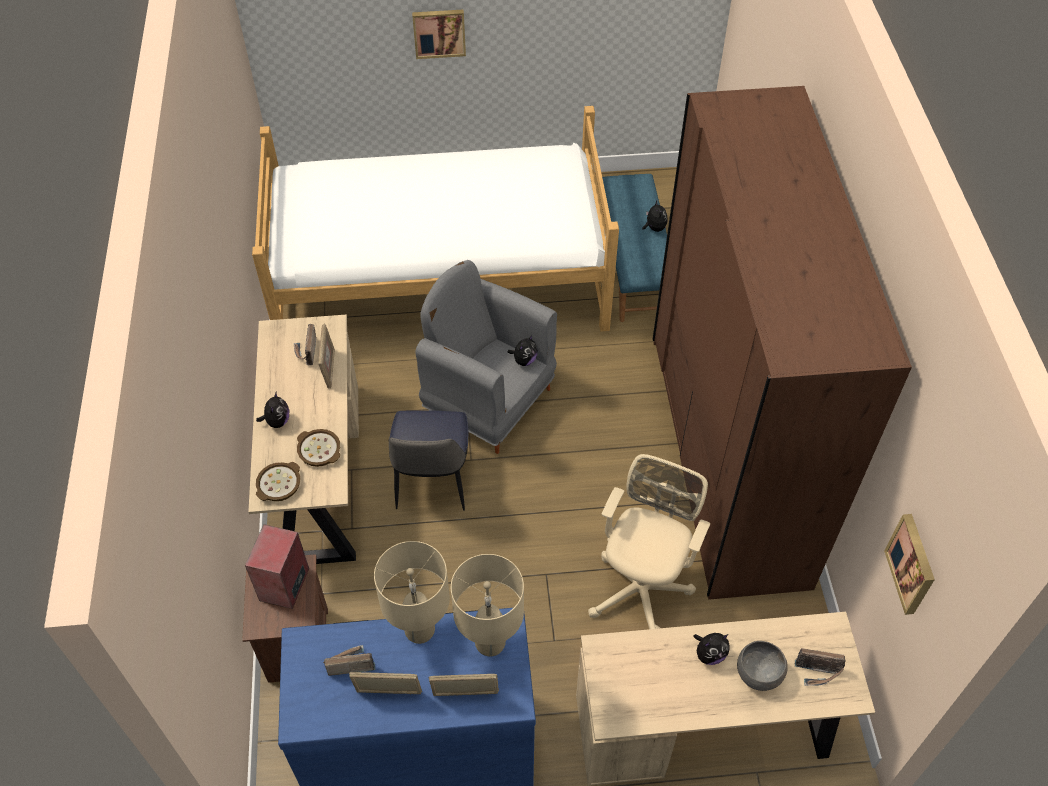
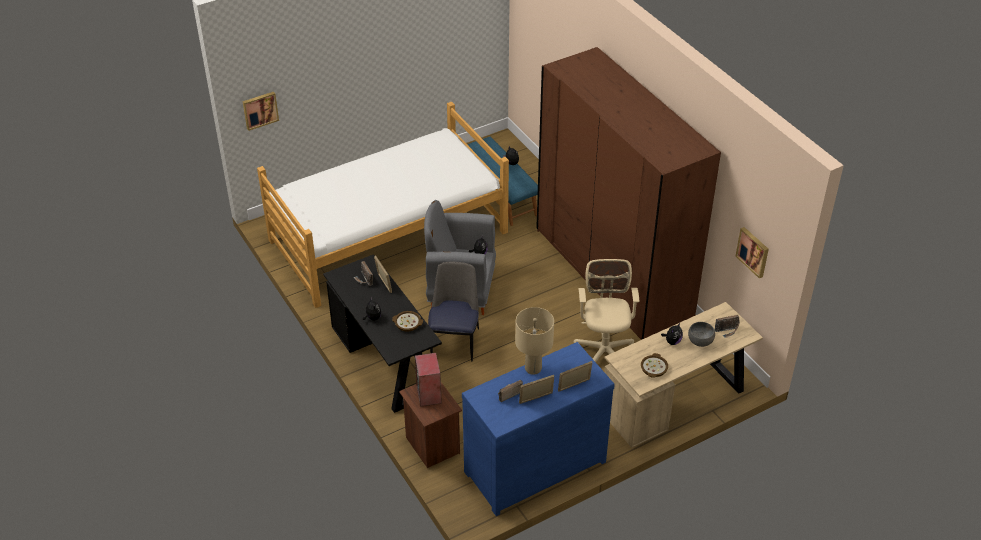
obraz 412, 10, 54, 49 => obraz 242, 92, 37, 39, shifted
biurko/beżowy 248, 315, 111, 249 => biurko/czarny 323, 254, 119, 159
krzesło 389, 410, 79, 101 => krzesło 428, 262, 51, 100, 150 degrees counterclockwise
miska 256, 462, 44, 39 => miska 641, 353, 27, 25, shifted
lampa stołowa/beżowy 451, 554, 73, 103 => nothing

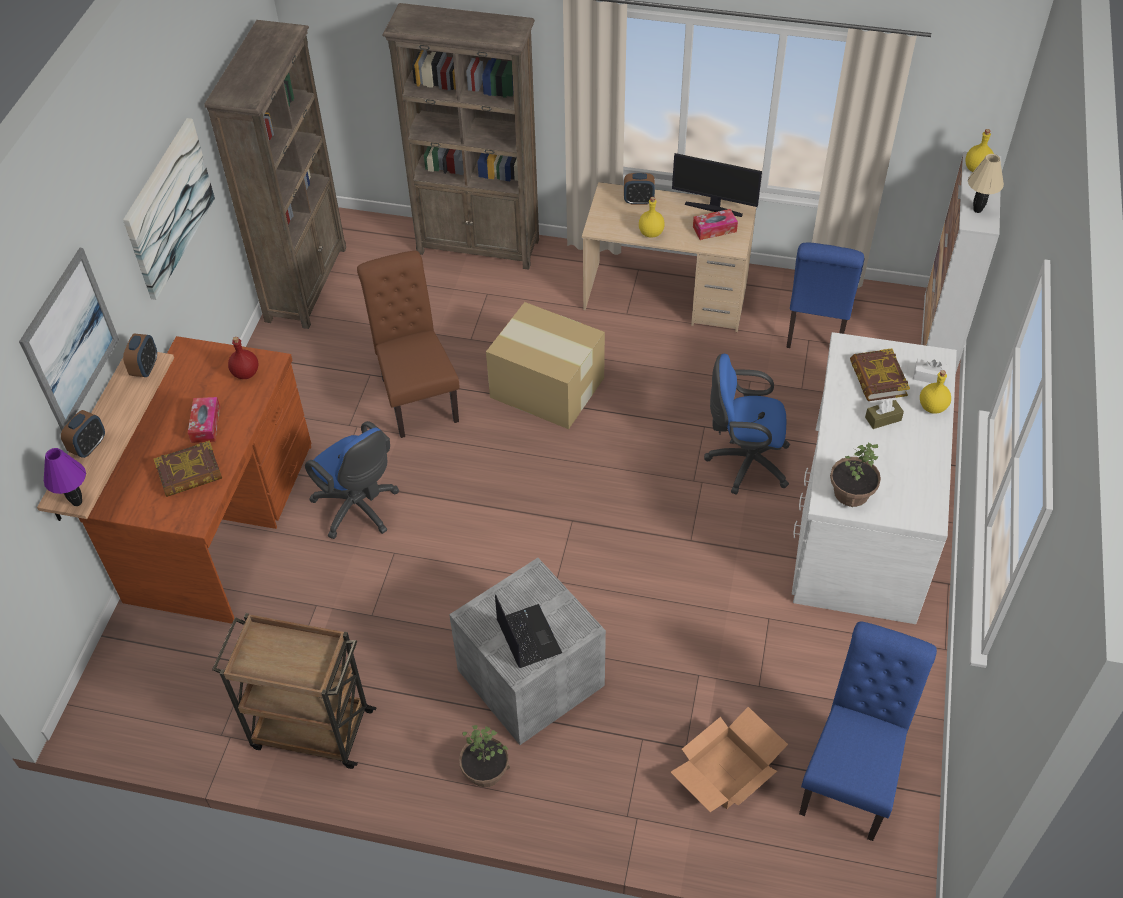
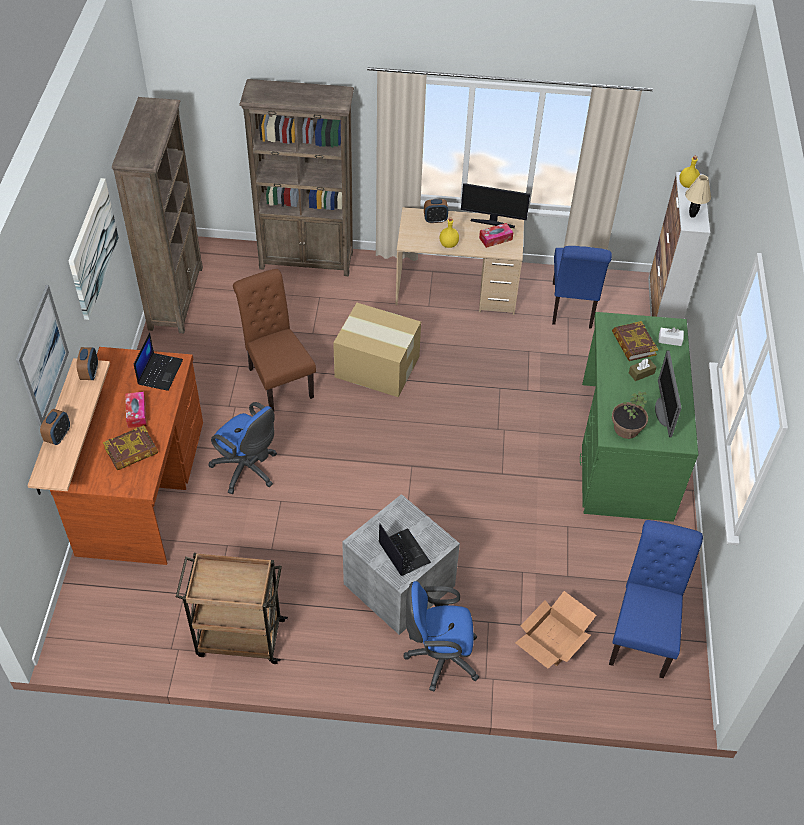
biurko/biały 792, 332, 165, 292 => biurko/zielony 580, 312, 118, 210
butelka/czerwony 228, 337, 30, 42 => laptop 134, 333, 49, 58
krzesło biurowe/niebieski 704, 354, 86, 141 => krzesło biurowe/niebieski 404, 581, 75, 110, shifted
butelka/żółty 920, 370, 31, 44 => nothing
lampa stołowa/fioletowy 44, 448, 42, 58 => nothing
roślina doniczkowa 459, 725, 51, 62 => nothing
nothing => monitor 655, 351, 27, 86

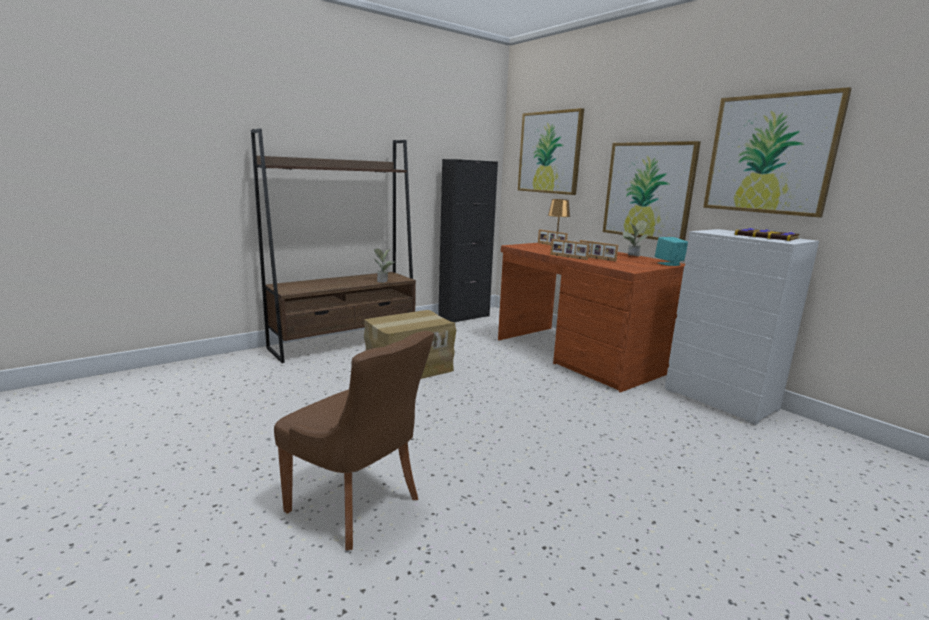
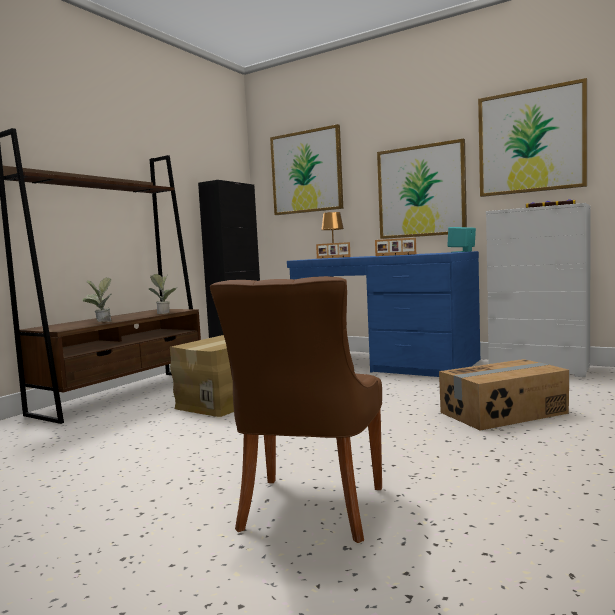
roślina doniczkowa 623, 220, 25, 36 => roślina doniczkowa 82, 278, 30, 44, shifted
ramka na zdjęcie 550, 239, 40, 21 => nothing
biurko/brązowy 498, 243, 187, 149 => biurko/niebieski 287, 251, 193, 126
krzesło/brązowy 274, 331, 160, 219 => krzesło/brązowy 210, 276, 172, 267, 90 degrees clockwise
nothing => karton 439, 359, 130, 72

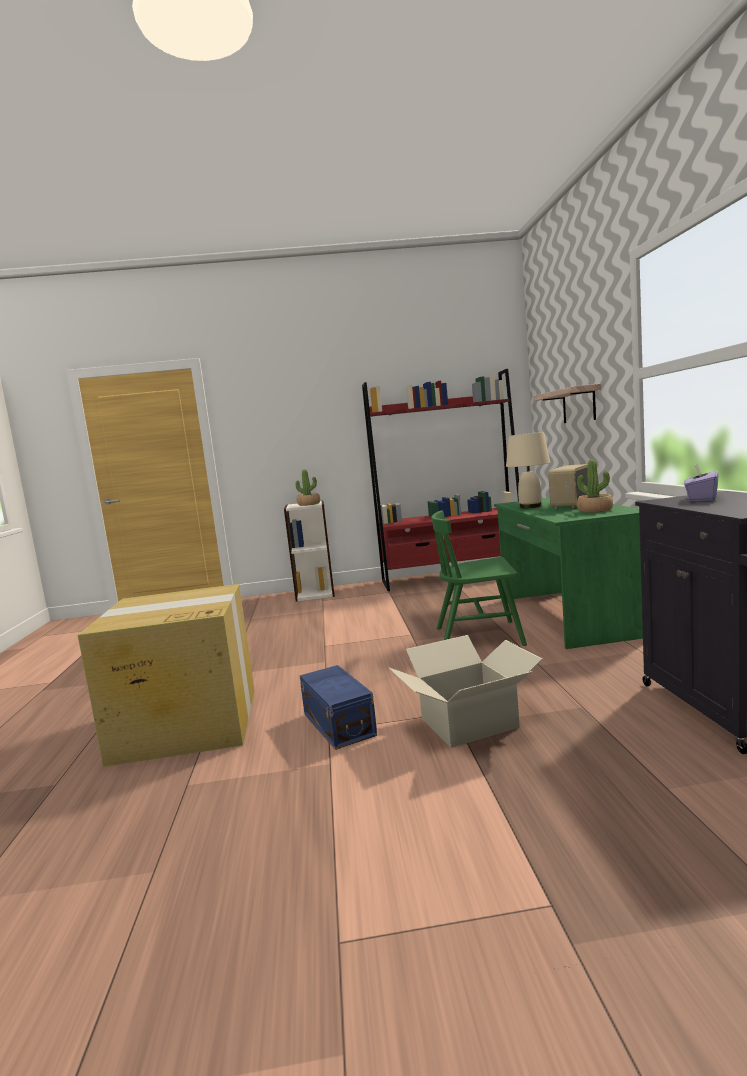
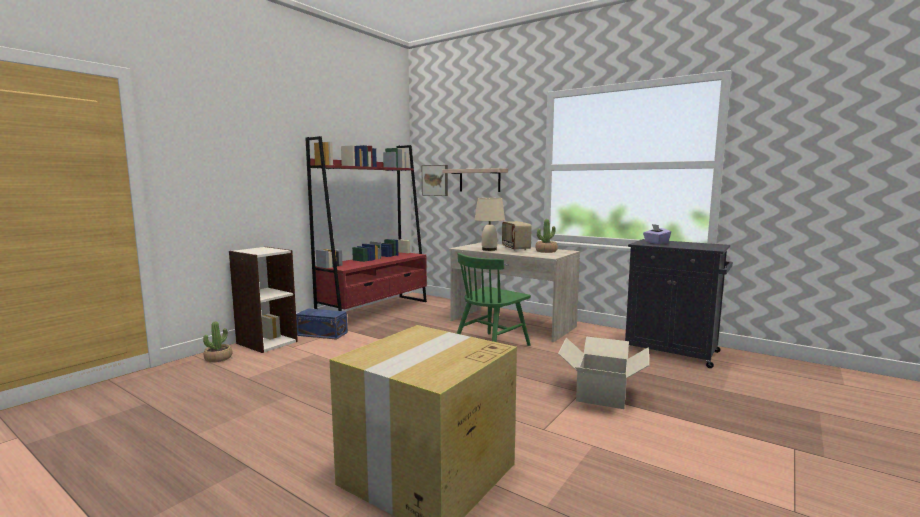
roślina doniczkowa 296, 469, 24, 37 => roślina doniczkowa 203, 321, 29, 41, shifted
biurko/zielony 494, 498, 149, 151 => biurko/beżowy 449, 243, 131, 99
pojemnik do przechowywania/niebieski 300, 665, 77, 85 => pojemnik do przechowywania/niebieski 296, 308, 52, 32, shifted
nothing => obraz 422, 165, 26, 31

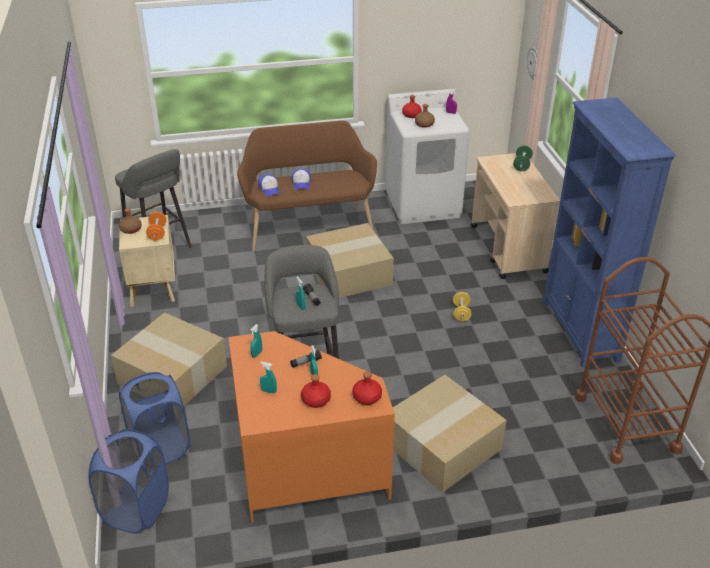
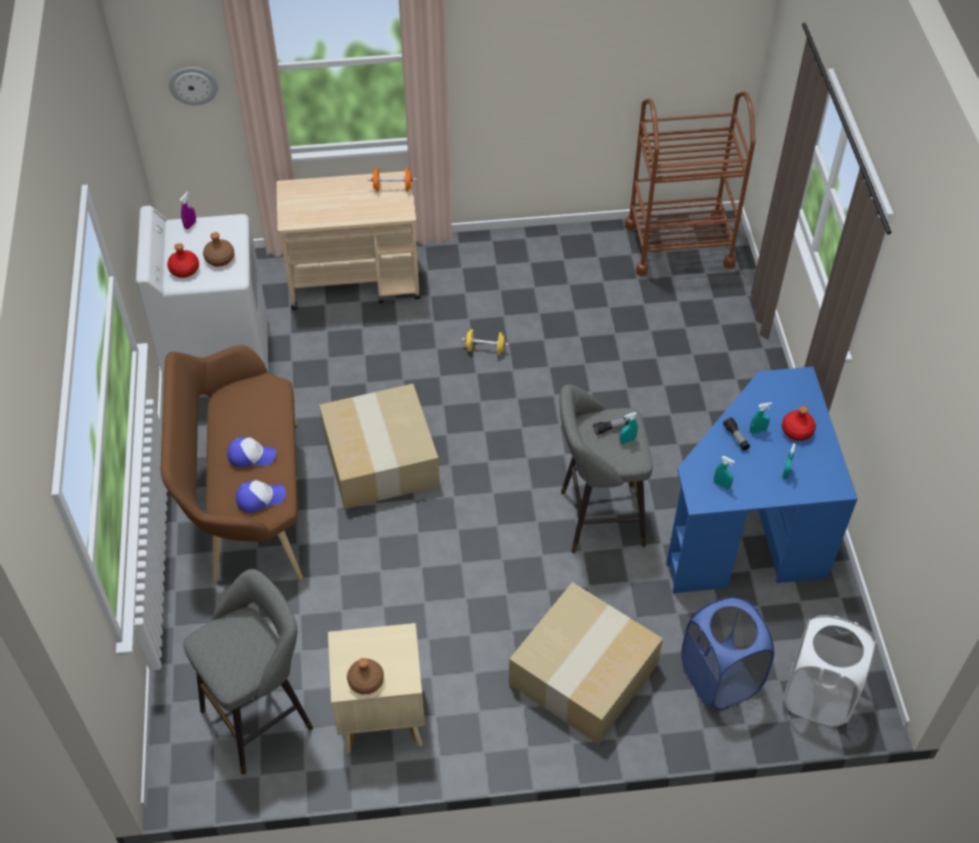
regał/niebieski 543, 97, 132, 271 => nothing
hantel/zielony 513, 146, 20, 25 => nothing
hantel/pomarańczowy 146, 212, 21, 29 => hantel/pomarańczowy 368, 168, 49, 23, shifted
biurko/pomarańczowy 228, 331, 167, 191 => biurko/niebieski 666, 367, 191, 226
butelka/czerwony 352, 372, 30, 33 => nothing
karton 393, 375, 114, 118 => nothing
kosz na pranie/niebieski 88, 429, 81, 105 => kosz na pranie/biały 782, 615, 94, 112

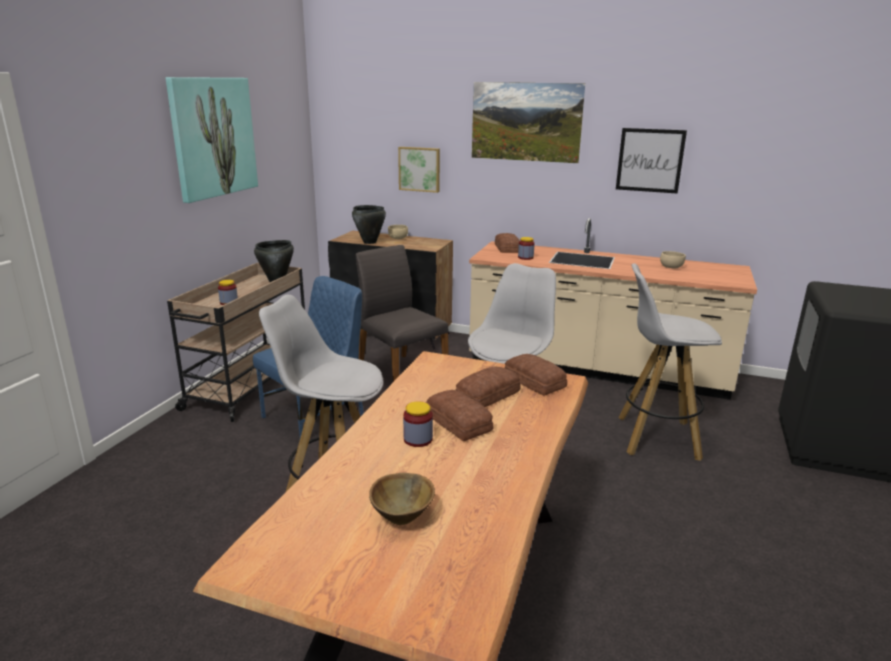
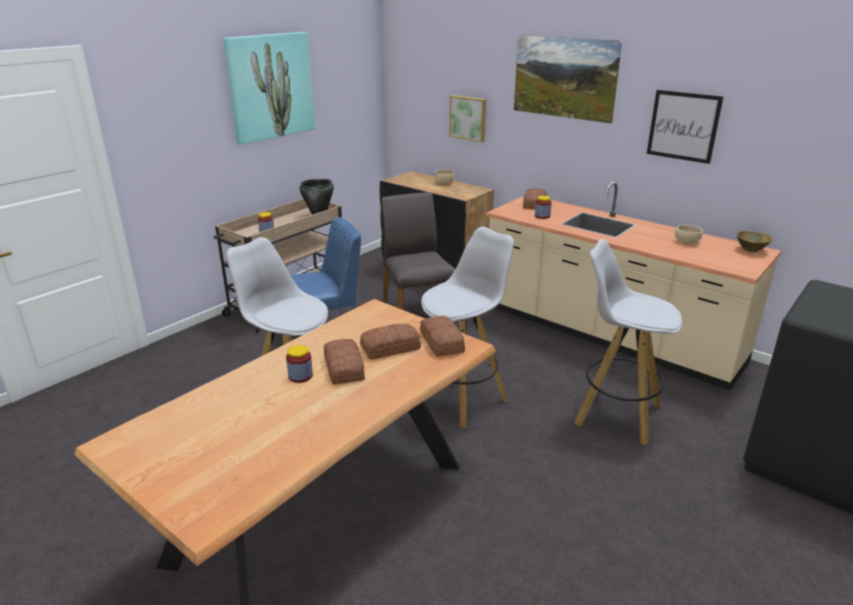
garnek/czarny 352, 205, 34, 39 => nothing
miska/brązowy 369, 473, 66, 52 => miska/brązowy 737, 231, 35, 22, shifted

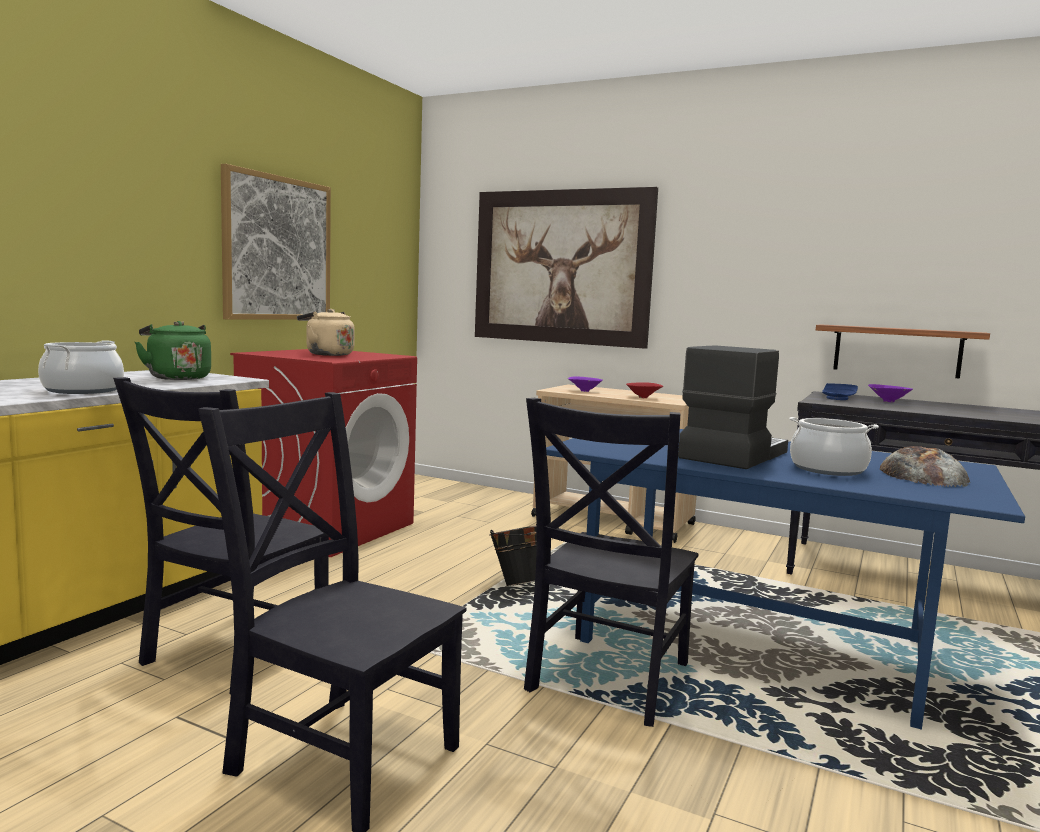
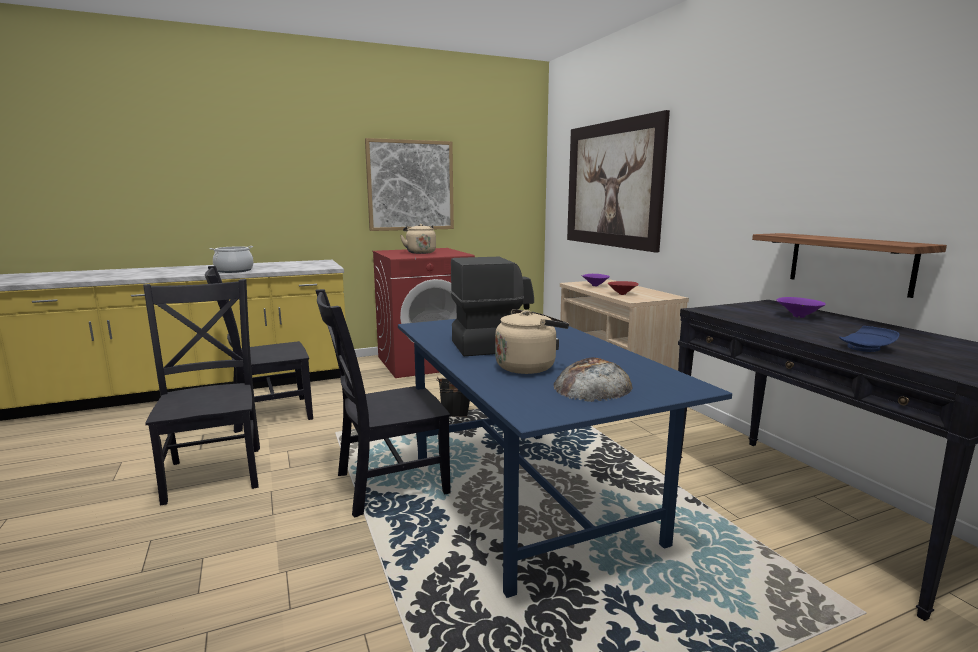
czajnik/zielony 135, 321, 76, 59 => nothing
talerz/niebieski 822, 383, 36, 17 => talerz/niebieski 839, 326, 61, 26, shifted
garnek 789, 417, 90, 59 => czajnik/beżowy 495, 309, 74, 65

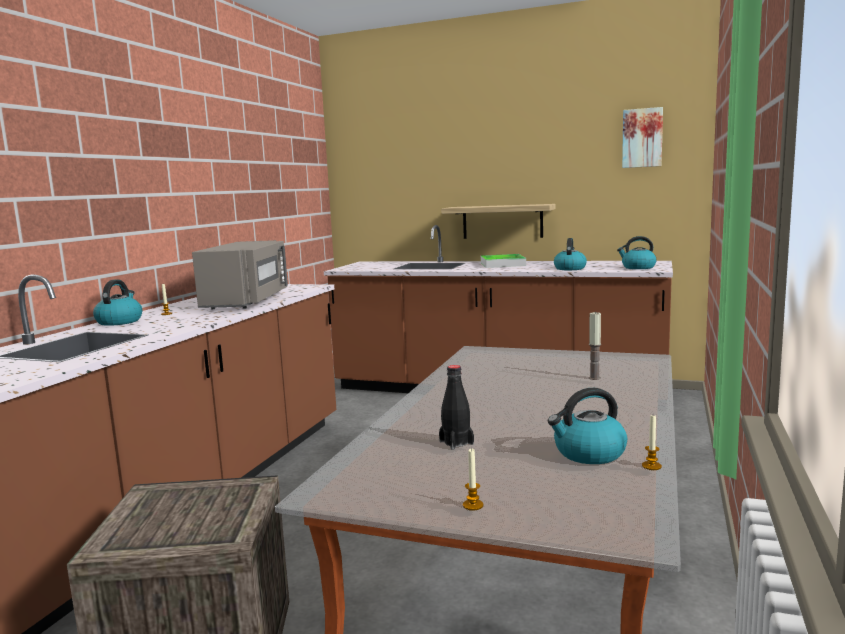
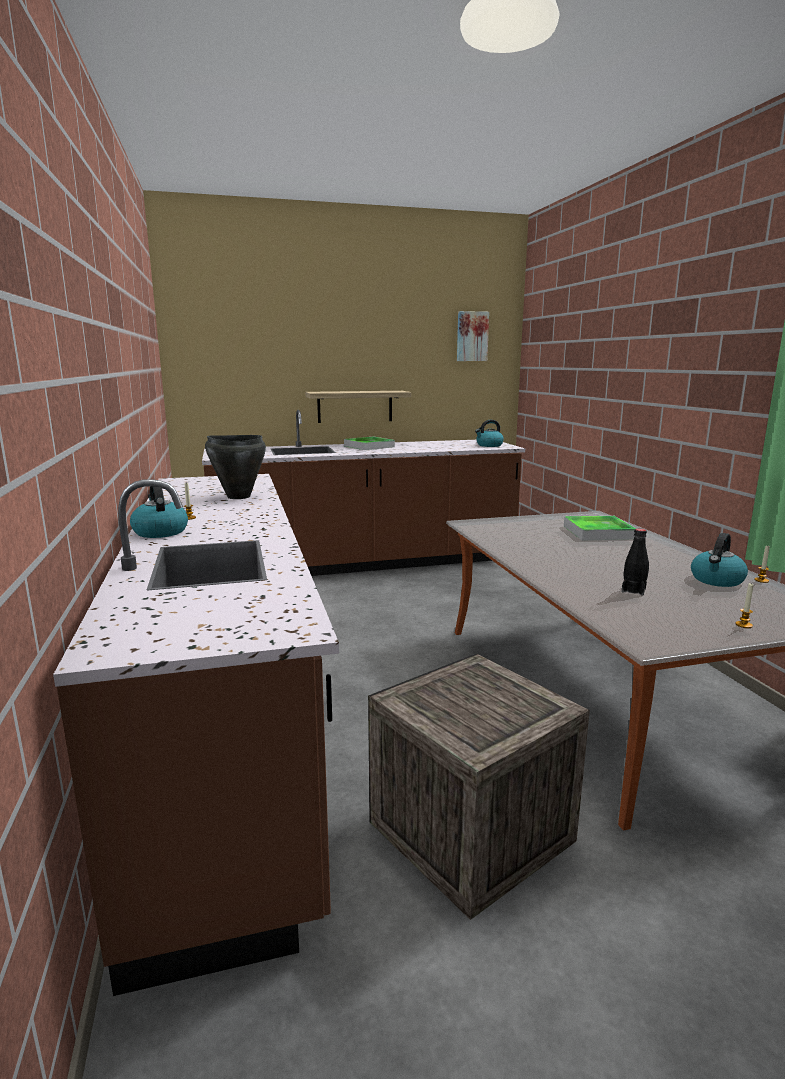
czajnik 554, 238, 33, 32 => nothing
mikrofalówka/szary 192, 240, 96, 69 => garnek/czarny 205, 435, 61, 64
świeca 589, 311, 12, 69 => taca 564, 516, 72, 24

